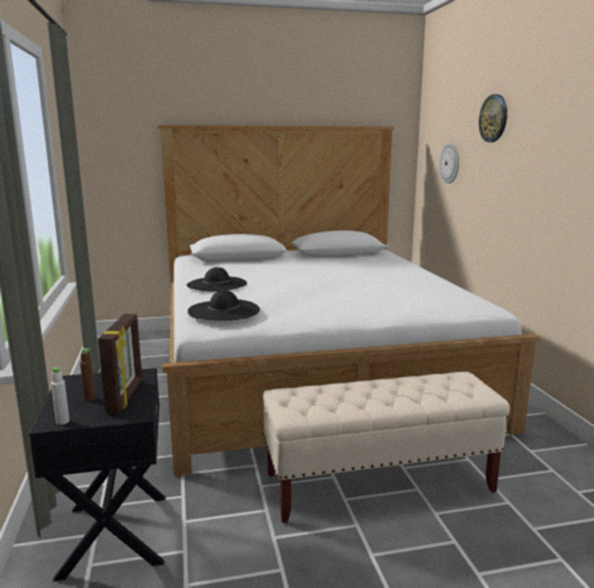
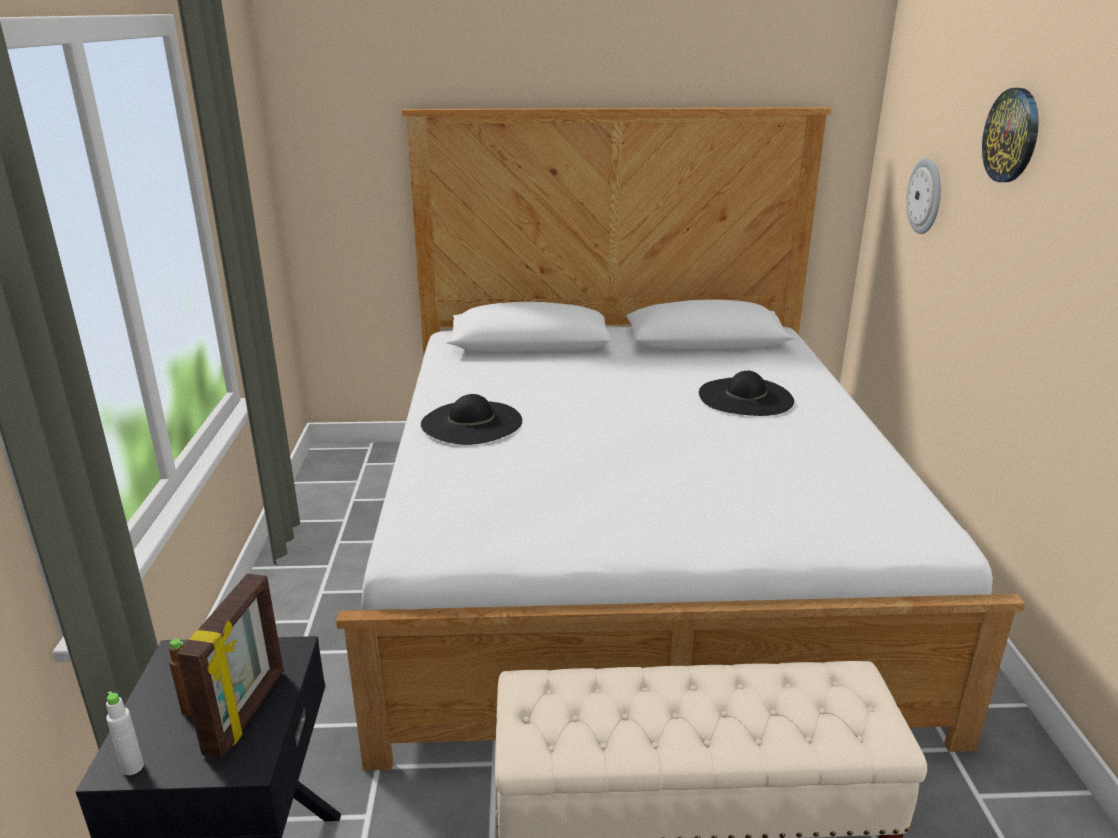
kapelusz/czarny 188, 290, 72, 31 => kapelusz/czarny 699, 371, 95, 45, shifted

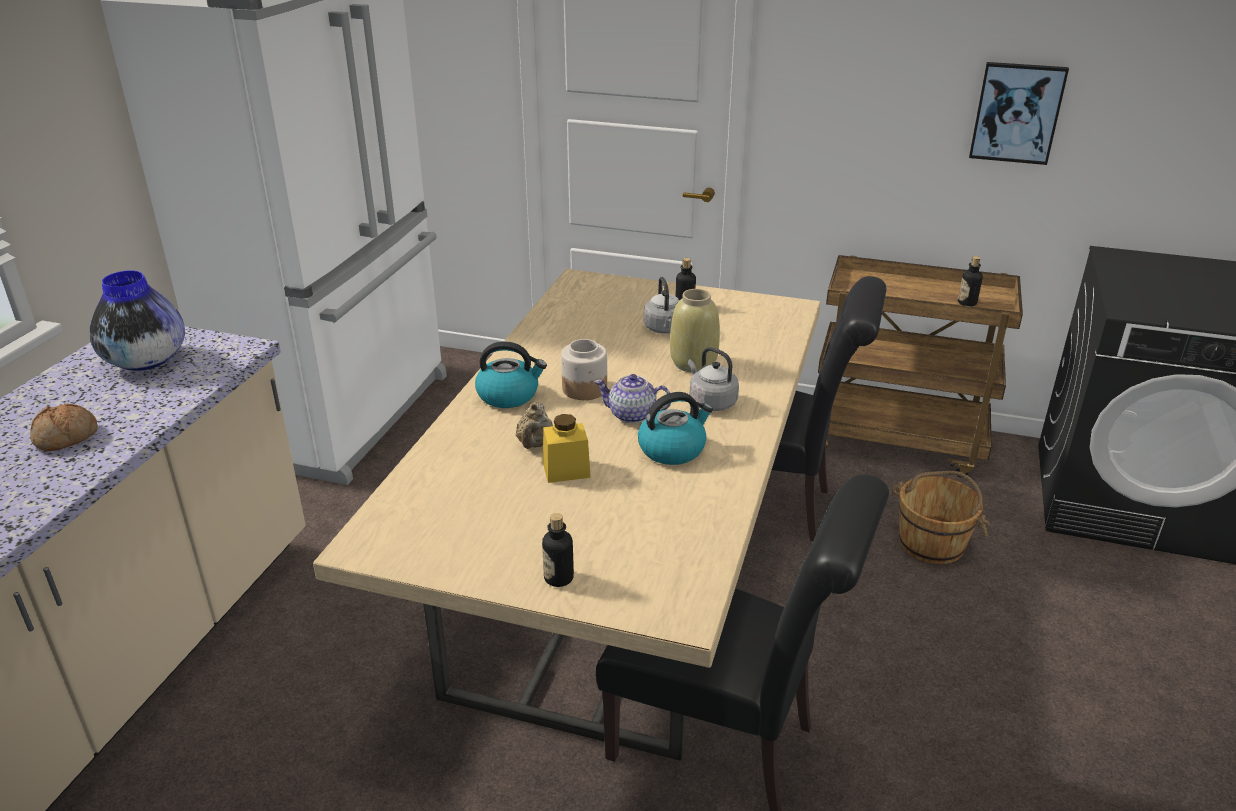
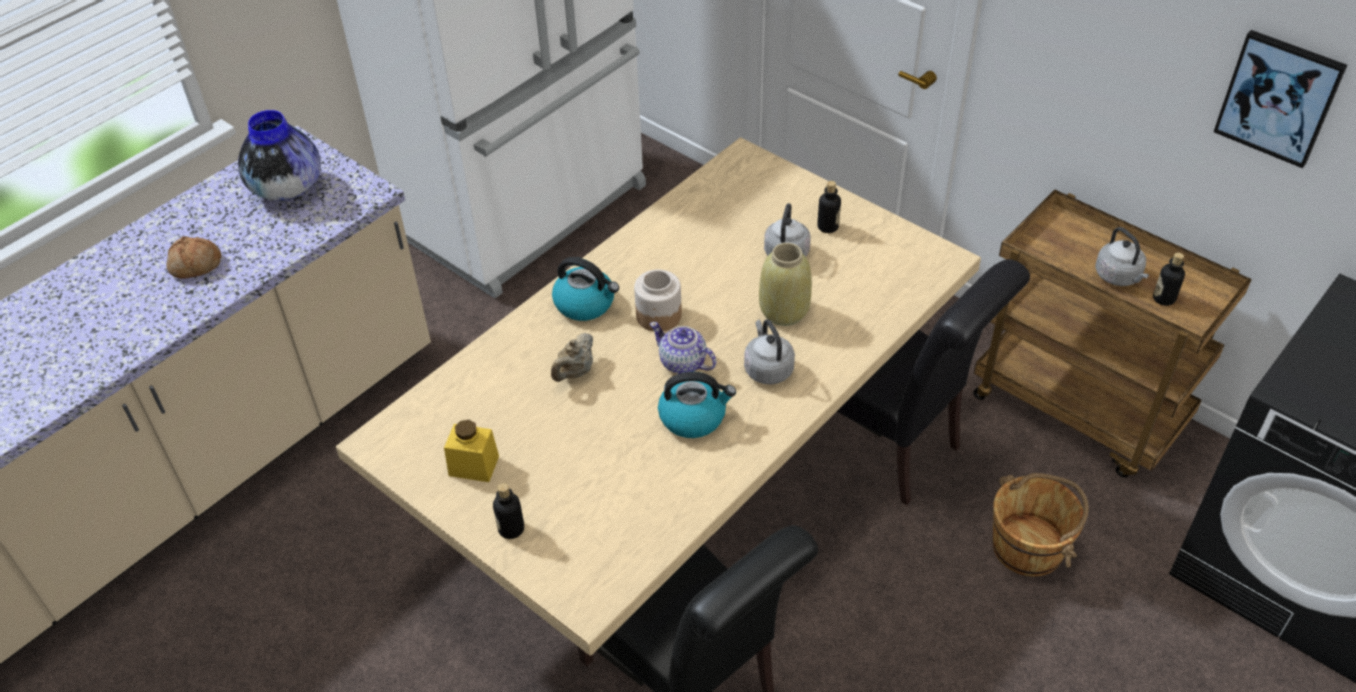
słoik/żółty 543, 414, 48, 69 => słoik/żółty 444, 420, 55, 62, shifted
nothing => czajnik/szary 1095, 227, 54, 59

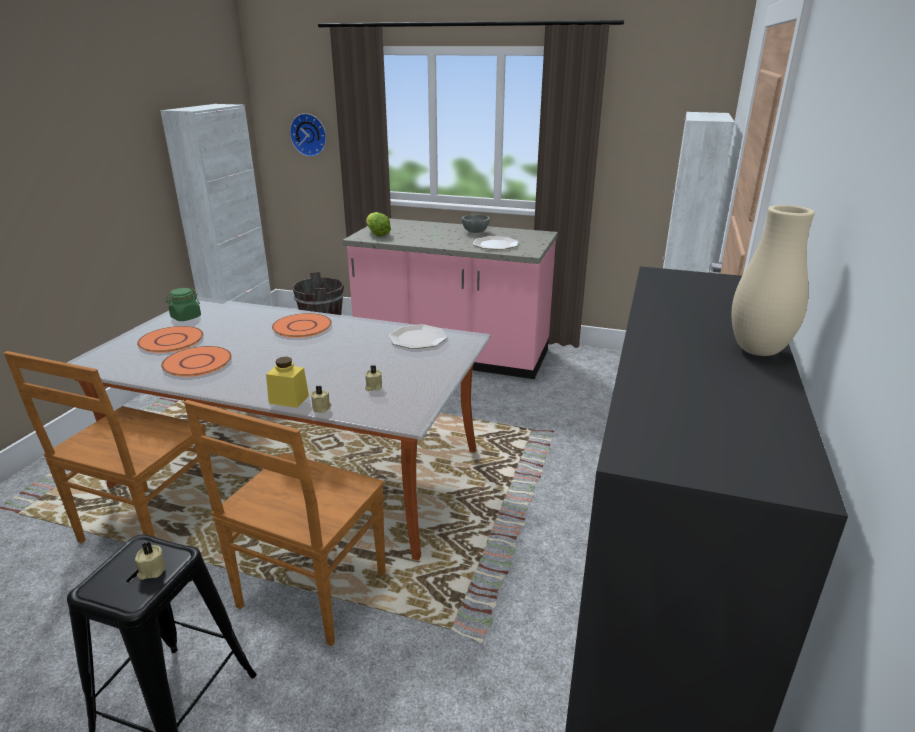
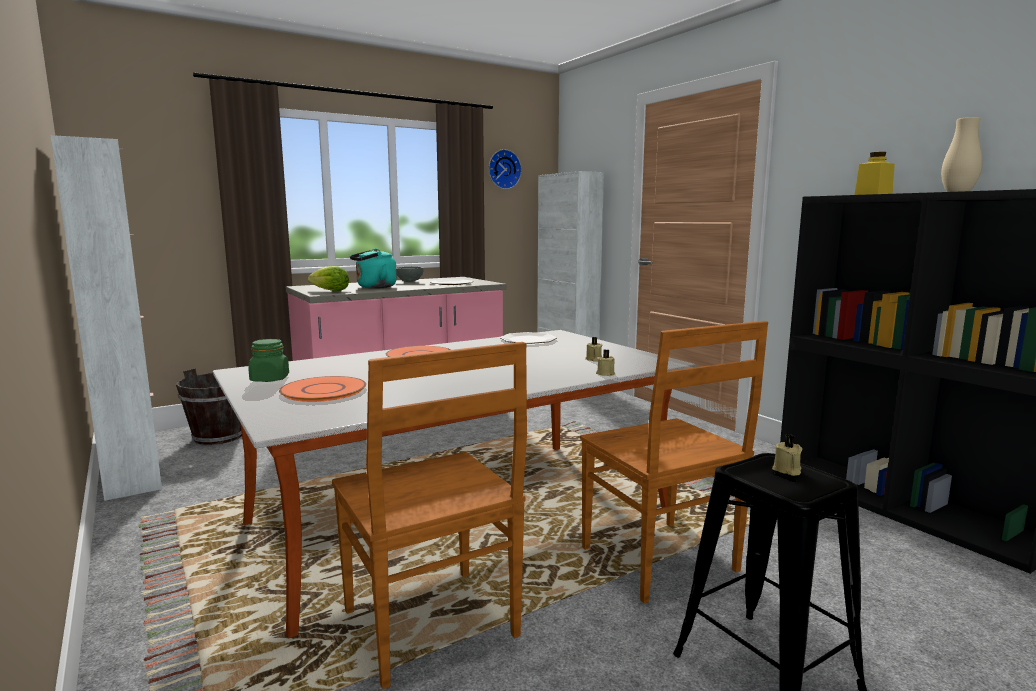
zegar ścienny 290, 113, 36, 44 => zegar ścienny 488, 149, 34, 40, shifted
talerz/pomarańczowy 161, 346, 71, 31 => nothing
słoik/żółty 266, 357, 43, 51 => słoik/żółty 854, 152, 41, 43, shifted
nothing => czajnik/turkusowy 350, 248, 47, 40

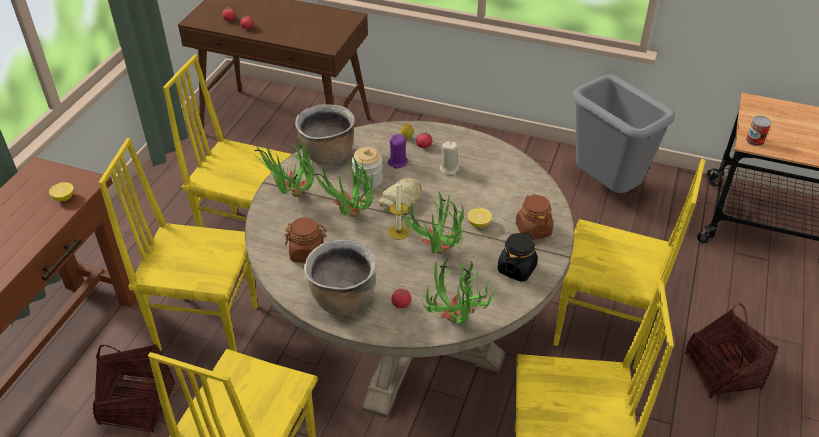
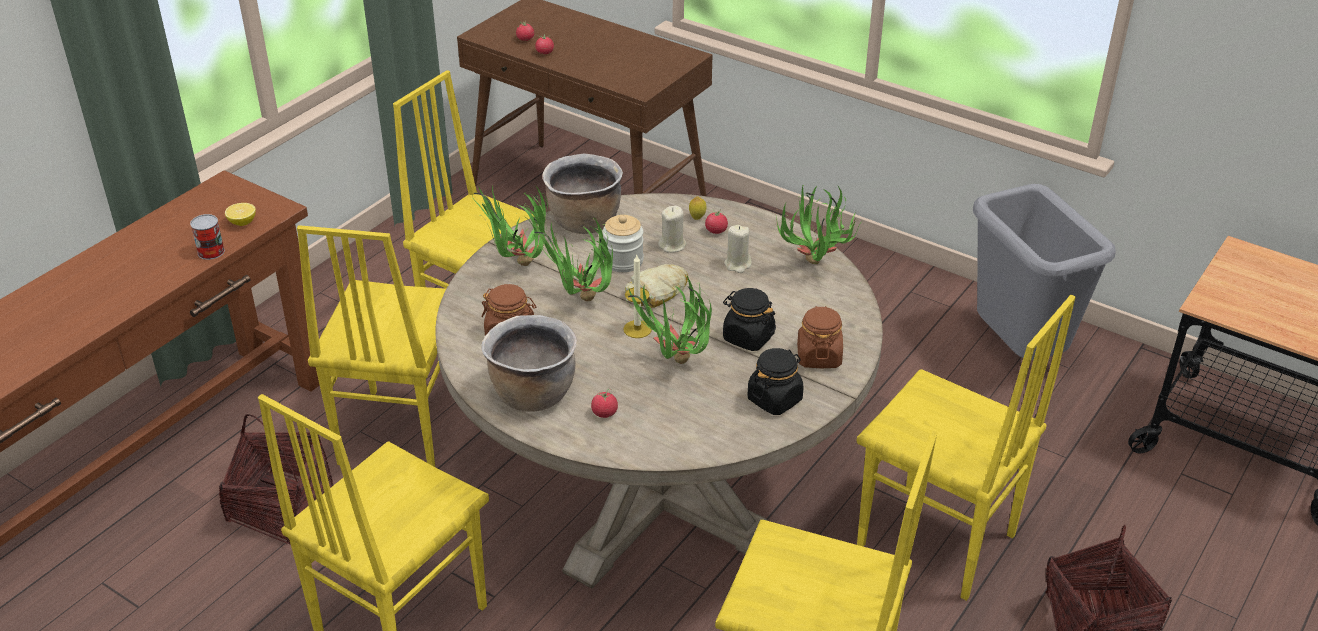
puszka 746, 116, 25, 30 => puszka 190, 214, 35, 46, shifted
świeca/fioletowy 388, 134, 20, 34 => świeca/beżowy 658, 206, 29, 47
krzesło/żółty 99, 138, 159, 214 => krzesło/żółty 297, 225, 149, 242, 105 degrees counterclockwise
cytryna 467, 208, 25, 20 => słoik/czarny 723, 288, 53, 63
roślina doniczkowa 422, 258, 76, 66 => roślina doniczkowa 776, 186, 88, 78, shifted

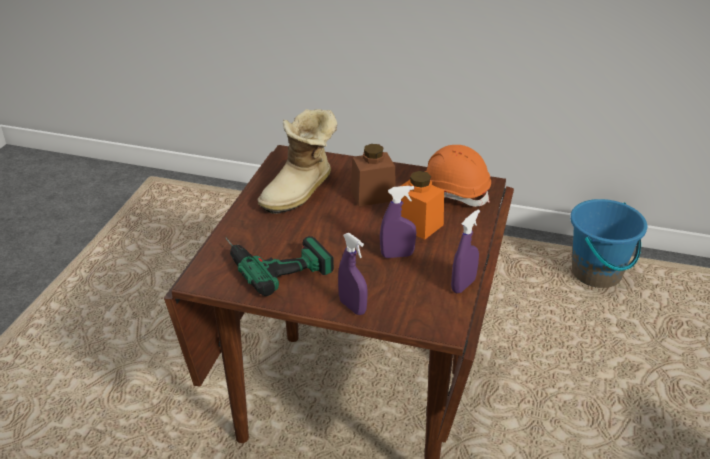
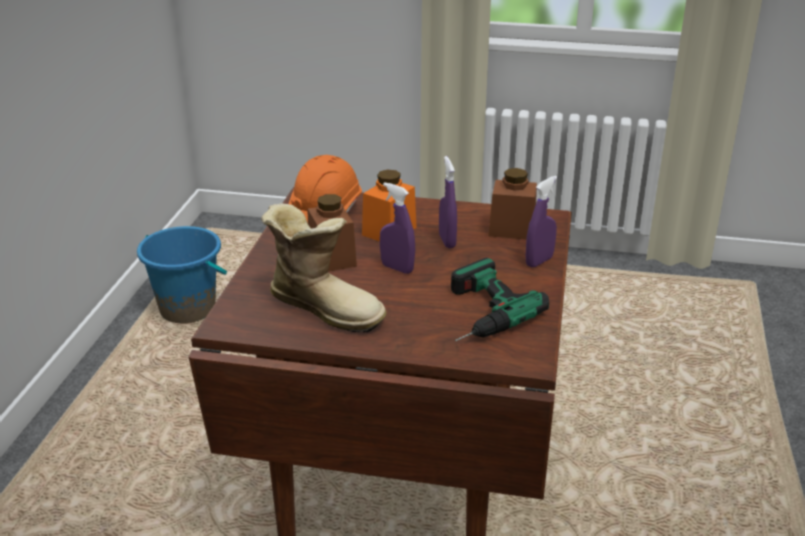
spryskiwacz/fioletowy 451, 209, 29, 84 => spryskiwacz/fioletowy 380, 182, 35, 92, shifted
nothing => słoik/brązowy 488, 168, 49, 71

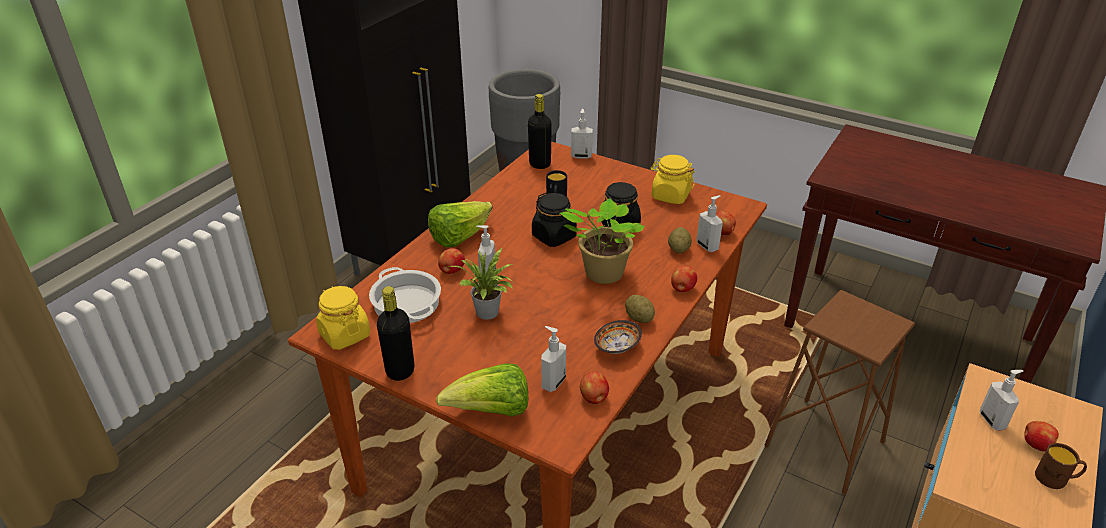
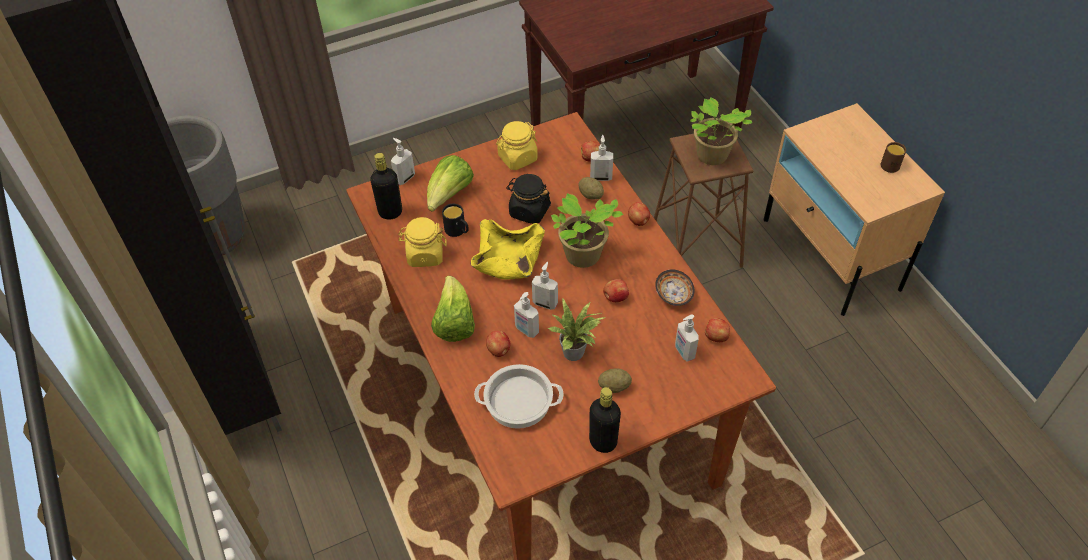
słoik/czarny 532, 193, 45, 54 => miska/żółty 470, 219, 75, 61
słoik/żółty 316, 286, 54, 64 => słoik/żółty 398, 217, 49, 50, shifted
ziemniak 625, 295, 30, 28 => ziemniak 598, 369, 34, 24, shifted
sałata 436, 363, 92, 54 => sałata 427, 155, 47, 57, shifted
dozownik mydła 980, 370, 44, 61 => dozownik mydła 532, 262, 26, 48, shifted
jabłko 1024, 421, 35, 31 => jabłko 603, 279, 26, 23, shifted
nothing => roślina doniczkowa 690, 97, 62, 68

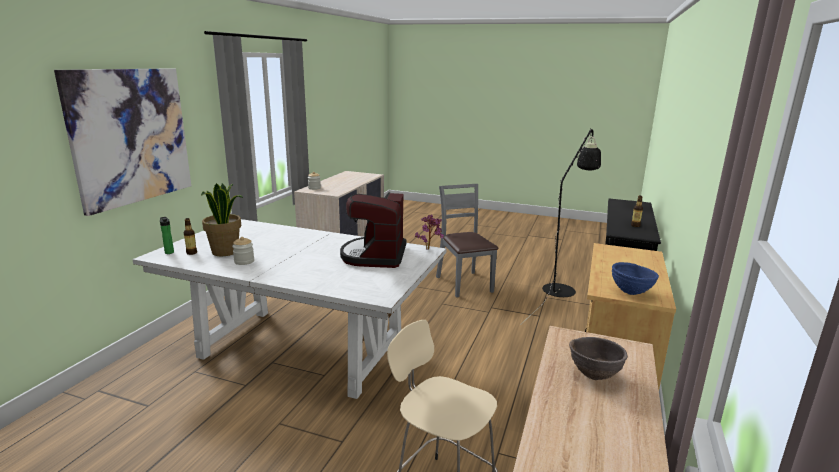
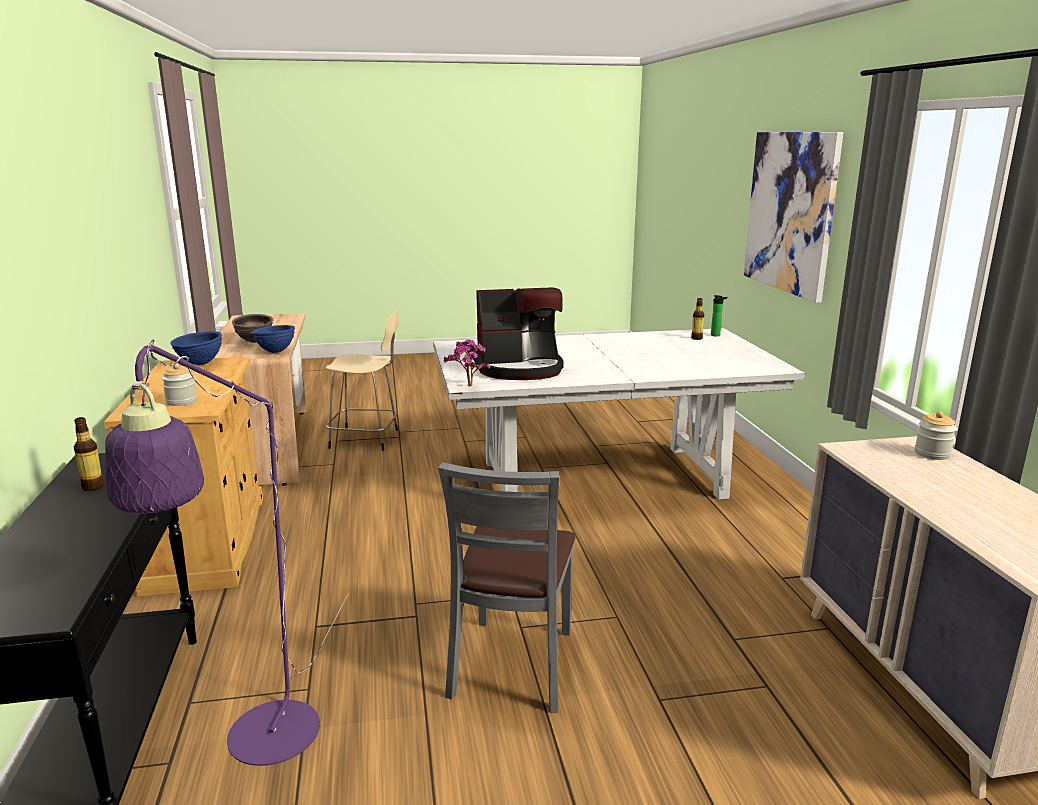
lampa stojąca/czarny 520, 128, 81, 197 => lampa stojąca/fioletowy 105, 339, 244, 427
roślina doniczkowa 201, 183, 42, 73 => nothing
krzesło/szary 436, 184, 63, 114 => krzesło/szary 438, 462, 137, 251, 60 degrees clockwise
ekspres do kawy 340, 192, 66, 76 => ekspres do kawy 472, 287, 92, 93, 105 degrees clockwise
słoik 232, 237, 22, 28 => słoik 162, 363, 35, 43, shifted
nothing => miska/niebieski 251, 325, 44, 28

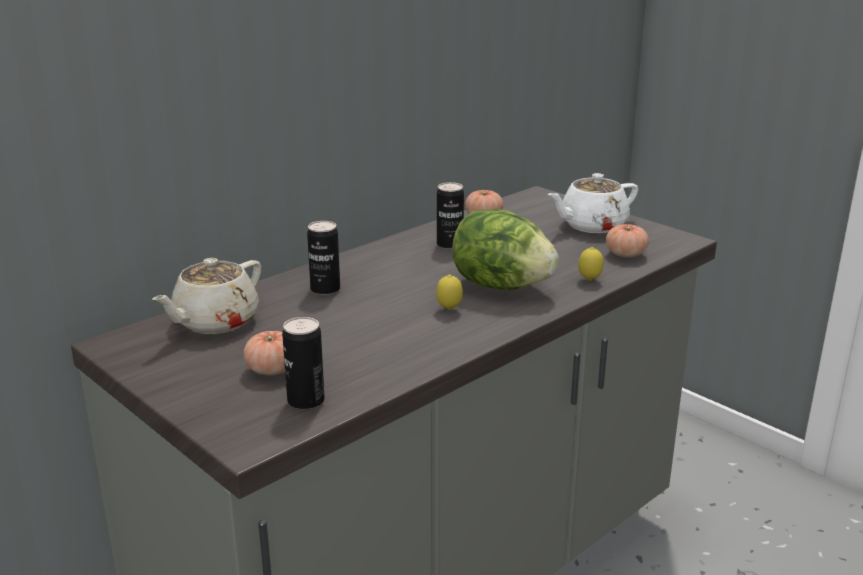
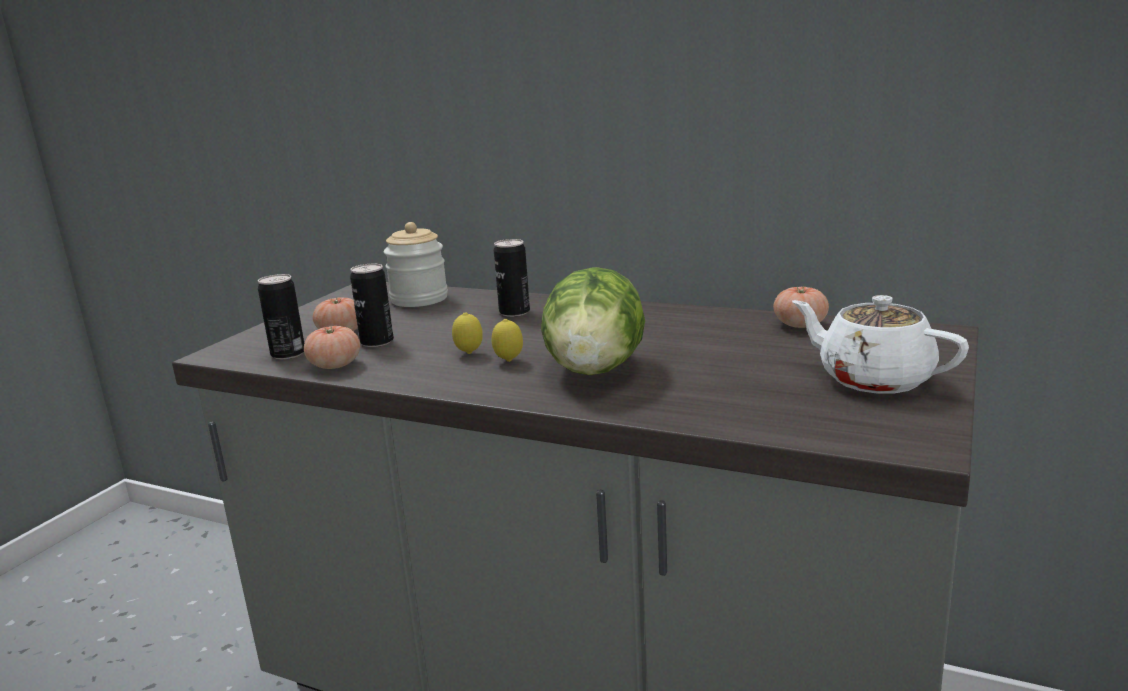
puszka 437, 182, 27, 67 => puszka 350, 264, 44, 83, shifted
pomidor 606, 224, 43, 34 => pomidor 304, 326, 56, 43, shifted
cytryna 578, 247, 26, 34 => cytryna 452, 312, 31, 42, shifted
imbryk/beżowy 152, 258, 110, 76 => słoik 384, 222, 64, 85

